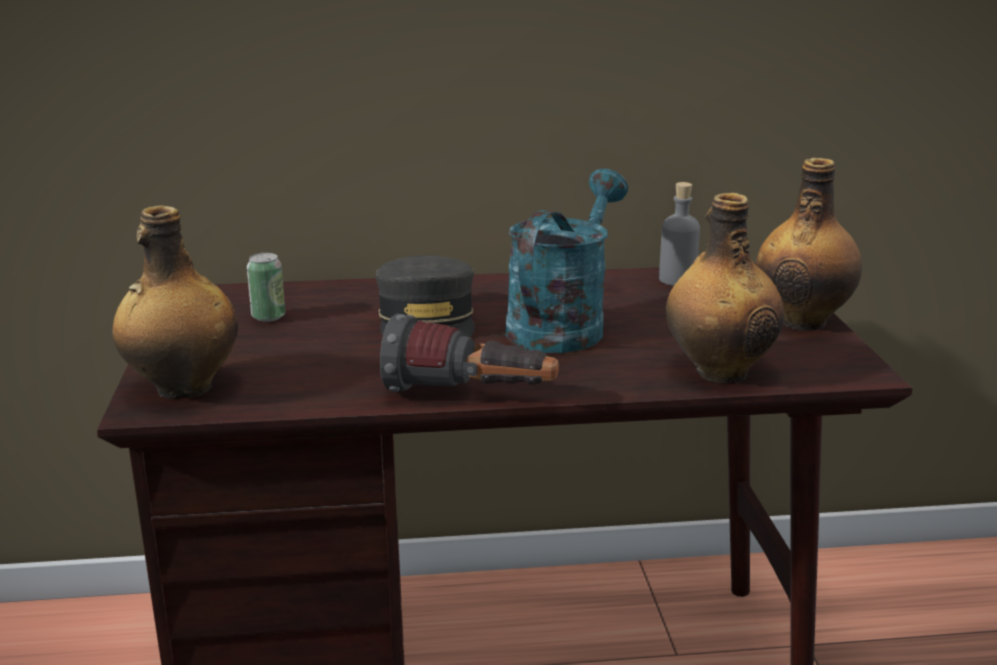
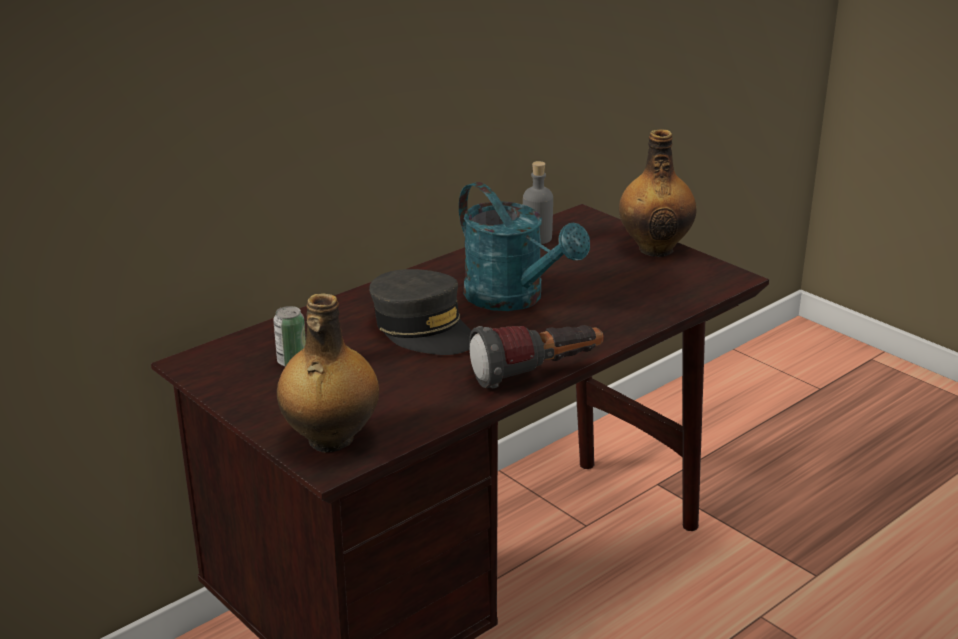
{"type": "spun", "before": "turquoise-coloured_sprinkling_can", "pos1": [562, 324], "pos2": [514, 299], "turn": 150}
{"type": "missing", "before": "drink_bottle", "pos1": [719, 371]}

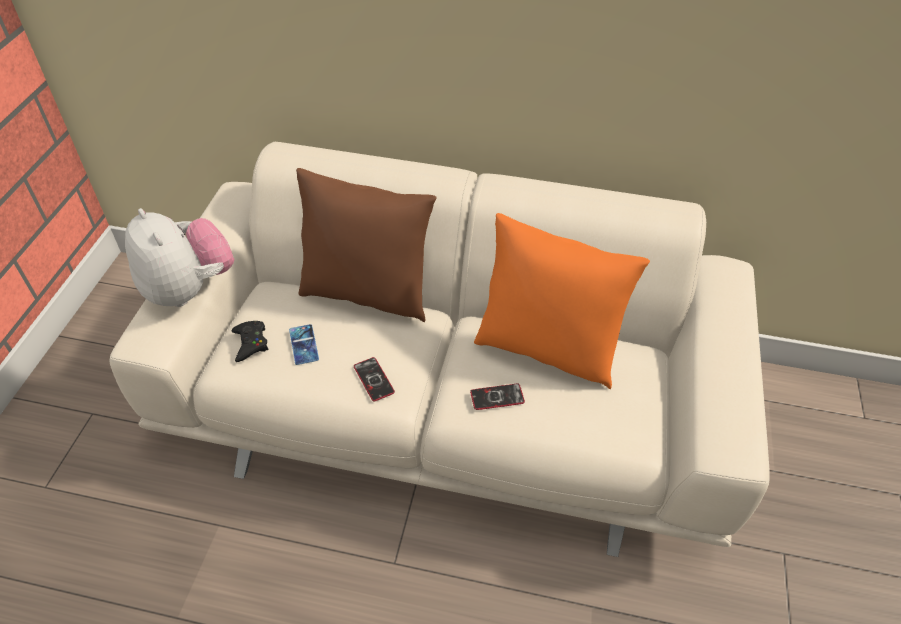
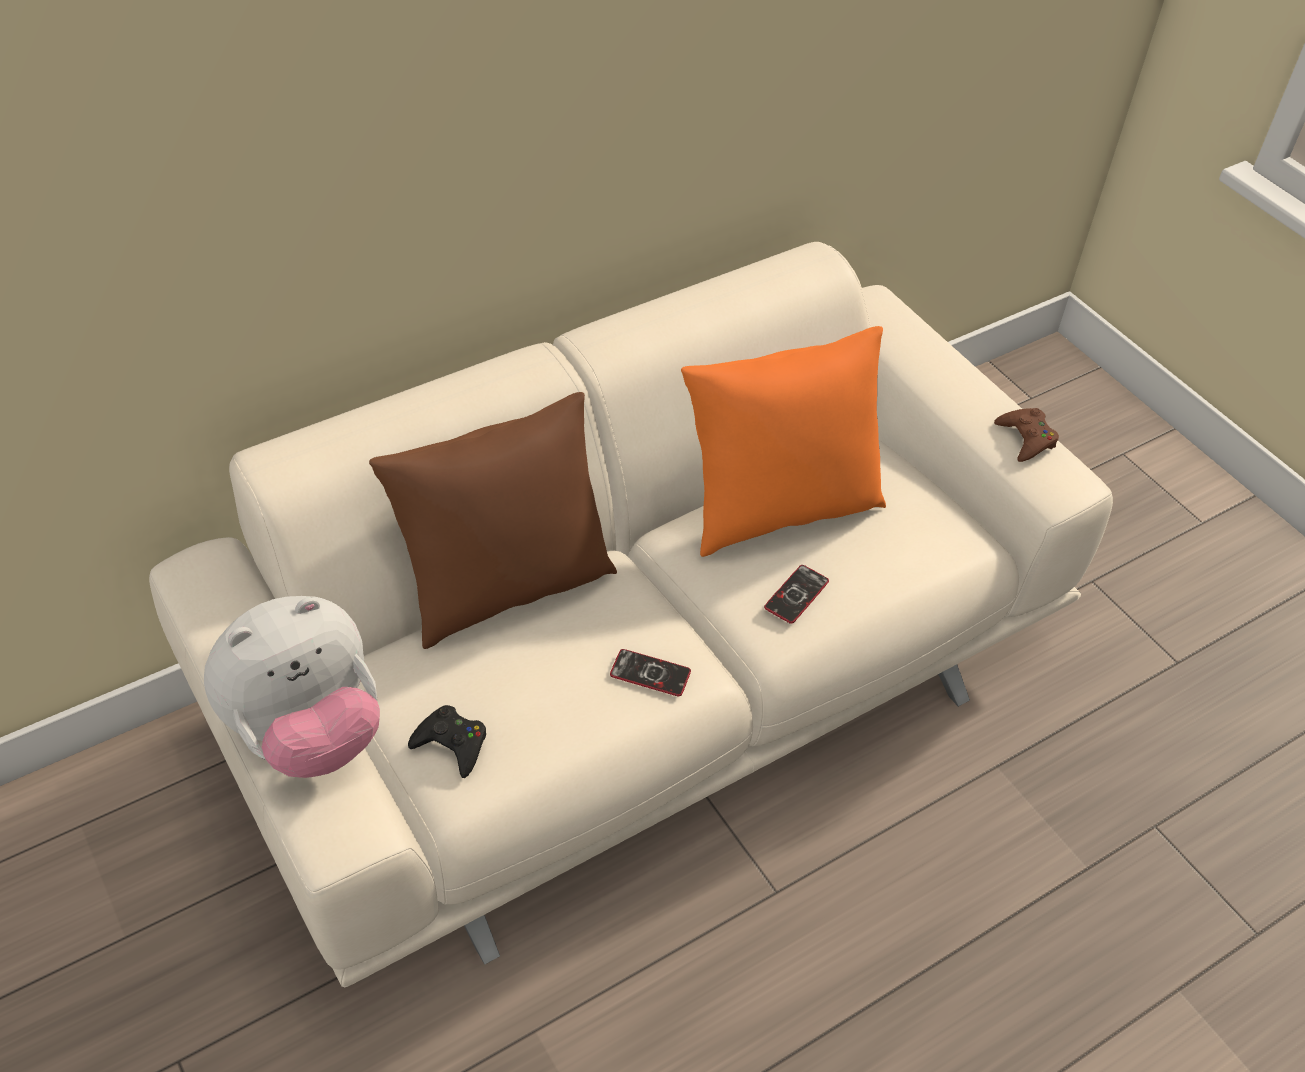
{"type": "spun", "before": "soft_toy", "pos1": [189, 289], "pos2": [308, 732], "turn": 135}
{"type": "missing", "before": "phone", "pos1": [304, 344]}
{"type": "appeared", "after": "brownish_game_controller", "pos2": [1026, 439]}

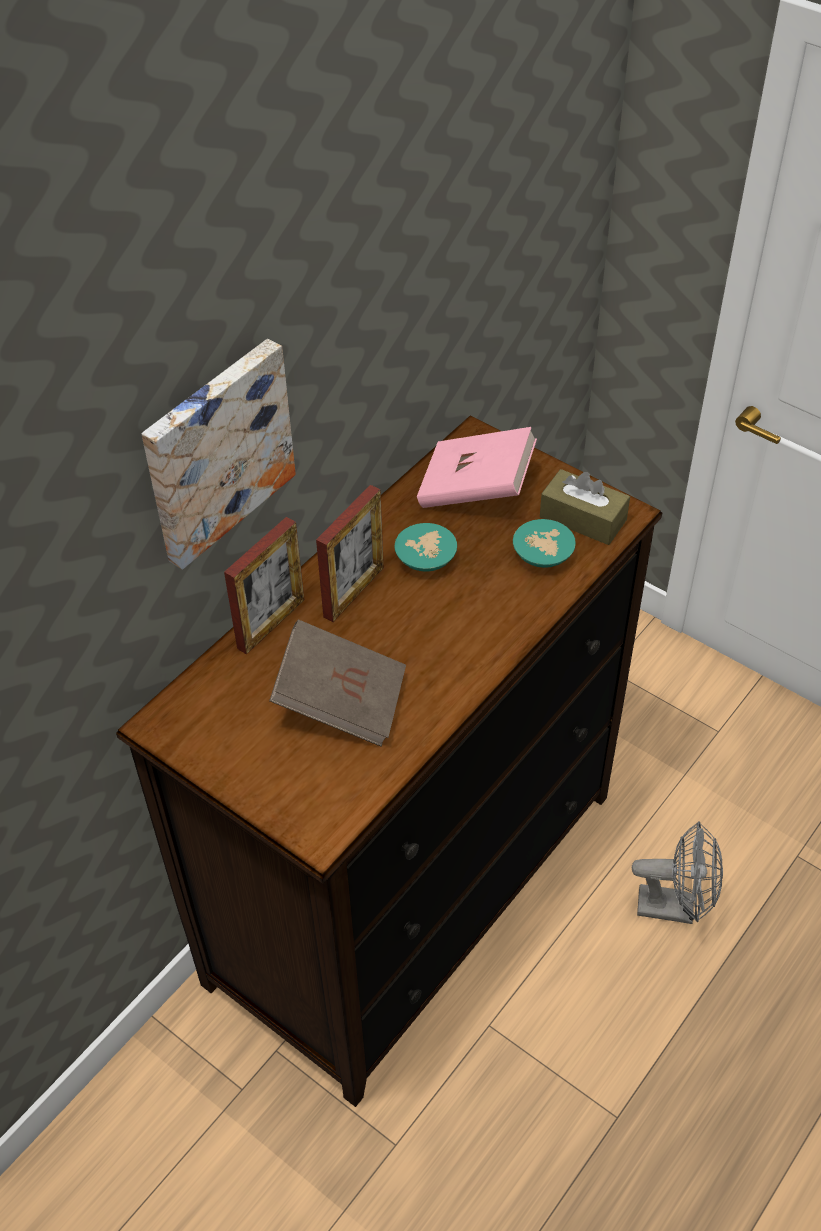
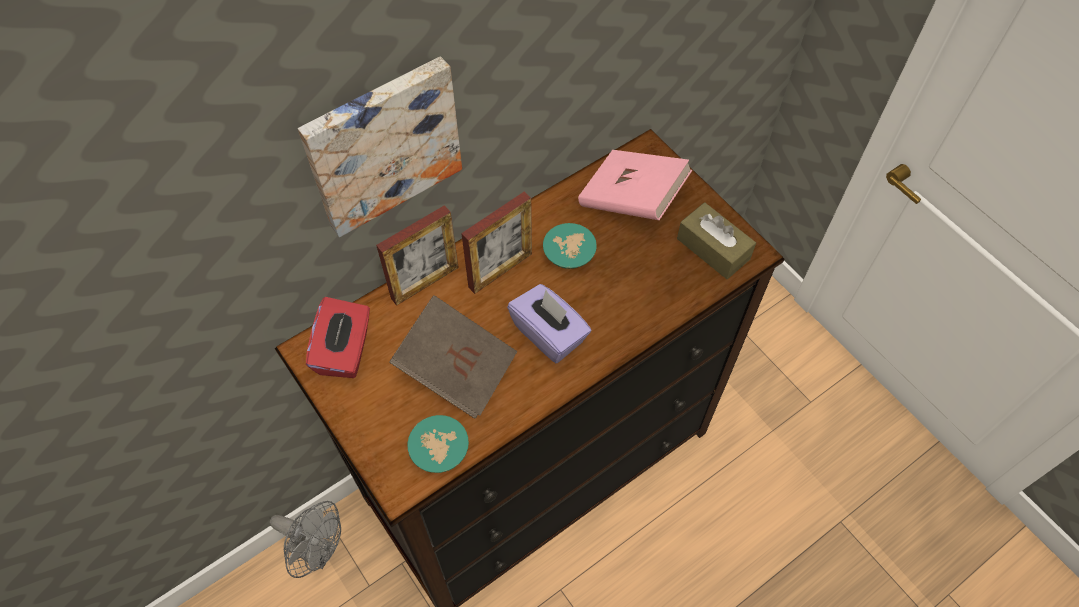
{"type": "relocated", "before": "turquoise-coloured_bowl", "pos1": [544, 556], "pos2": [439, 452]}
{"type": "relocated", "before": "greyish_fan", "pos1": [675, 907], "pos2": [318, 551]}
{"type": "appeared", "after": "purple_box_of_tissues", "pos2": [549, 334]}
{"type": "appeared", "after": "red_box_of_tissues", "pos2": [345, 351]}

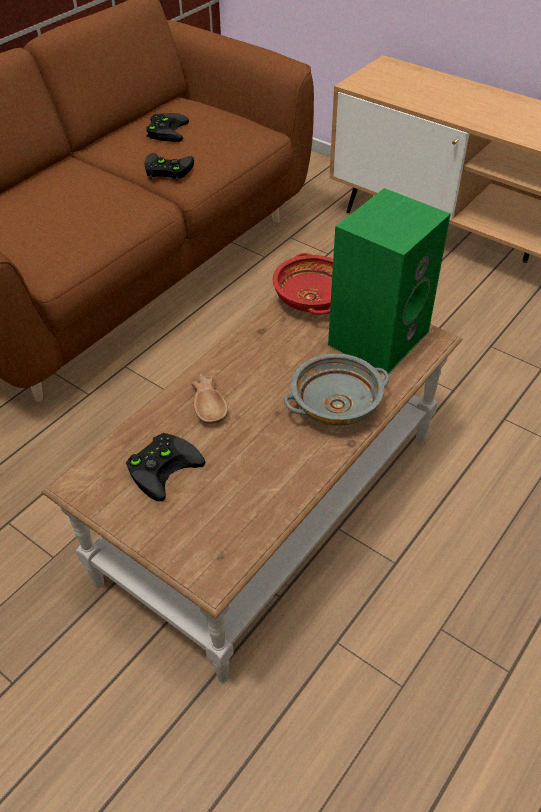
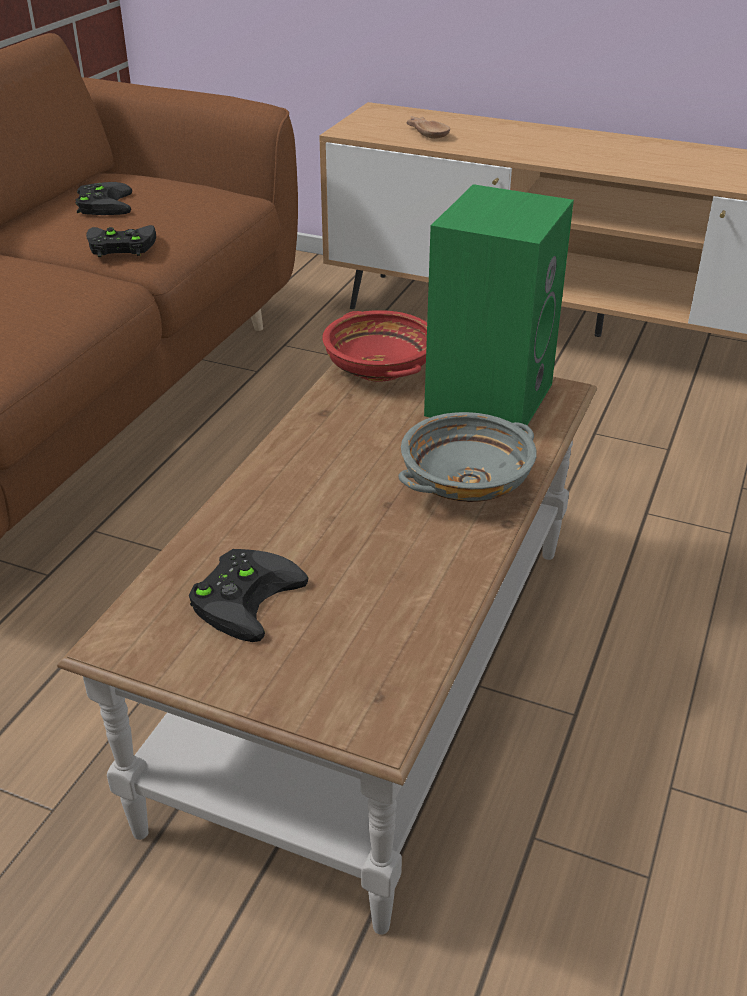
{"type": "relocated", "before": "brownish_bowl", "pos1": [209, 403], "pos2": [427, 132]}

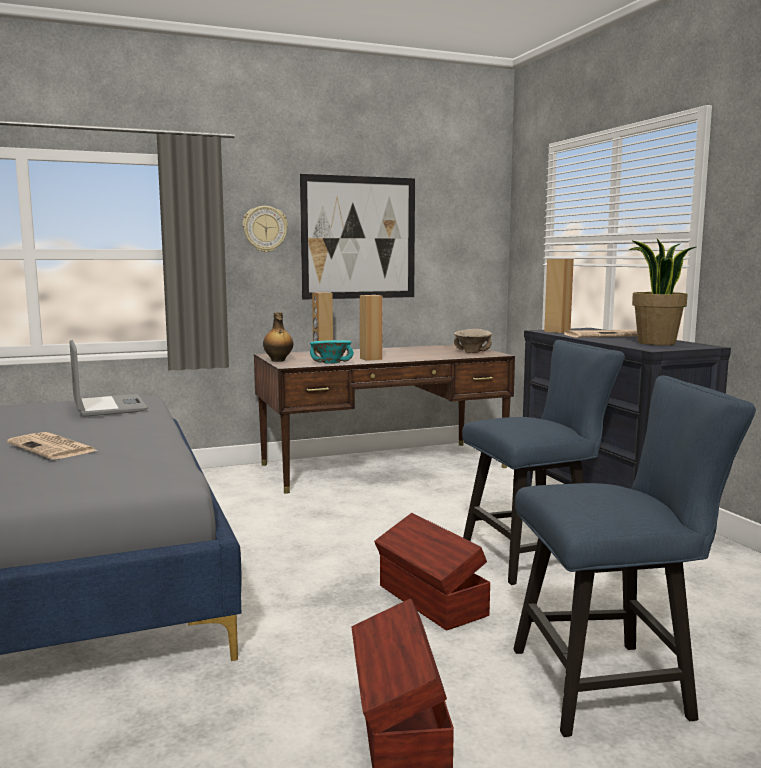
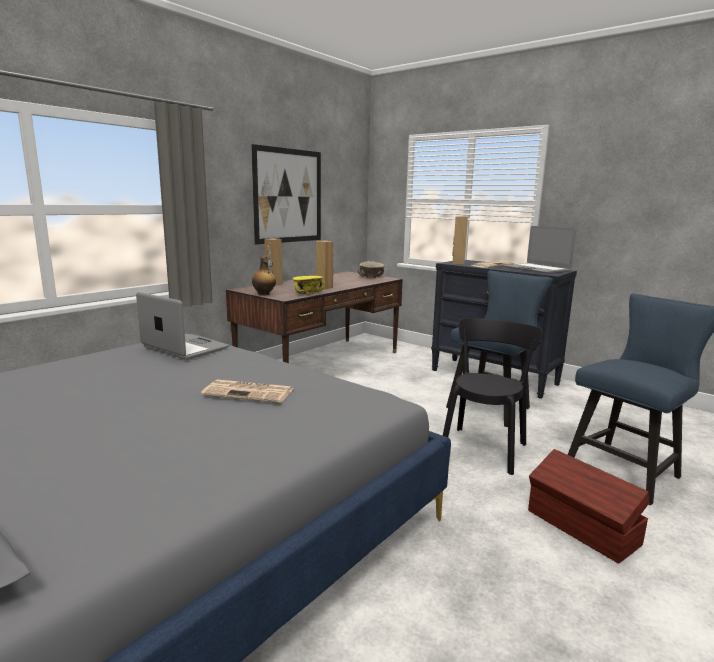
{"type": "missing", "before": "hanging_clock", "pos1": [265, 229]}
{"type": "exchanged", "before": "plant_in_a_pot", "after": "portable_computer", "pos1": [656, 343], "pos2": [536, 269]}
{"type": "colour", "before": "turquoise-coloured_bowl", "after": "yellow-coloured_bowl", "pos1": [331, 363], "pos2": [307, 293]}
{"type": "exchanged", "before": "brownish_storage_bin", "after": "black-coloured_chair", "pos1": [431, 601], "pos2": [484, 448]}

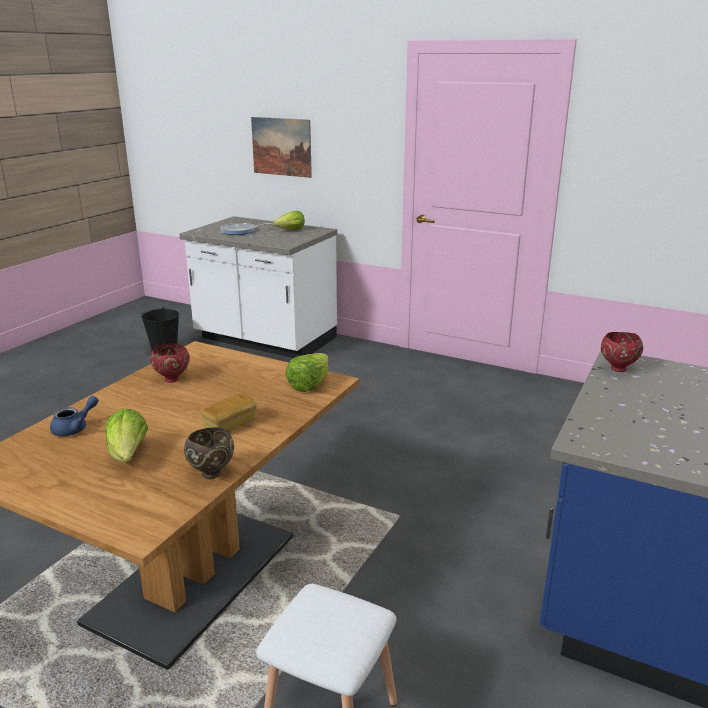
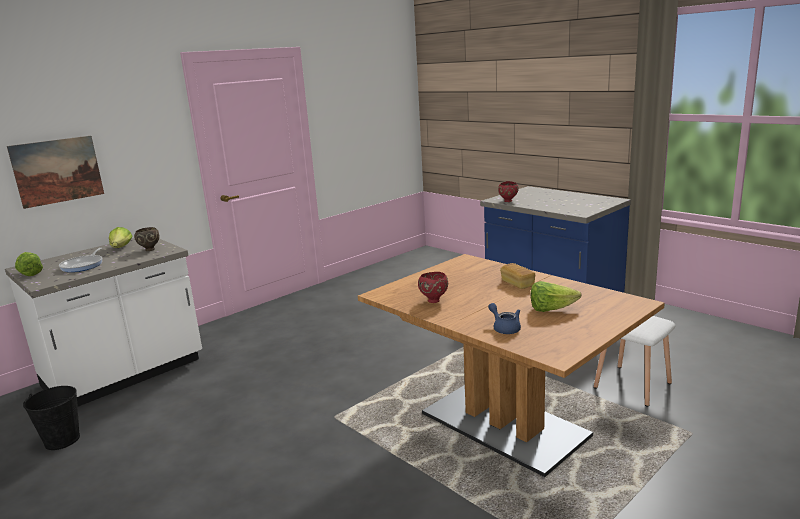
{"type": "relocated", "before": "lettuce_head", "pos1": [309, 385], "pos2": [29, 273]}
{"type": "relocated", "before": "brownish_bowl", "pos1": [212, 473], "pos2": [149, 249]}

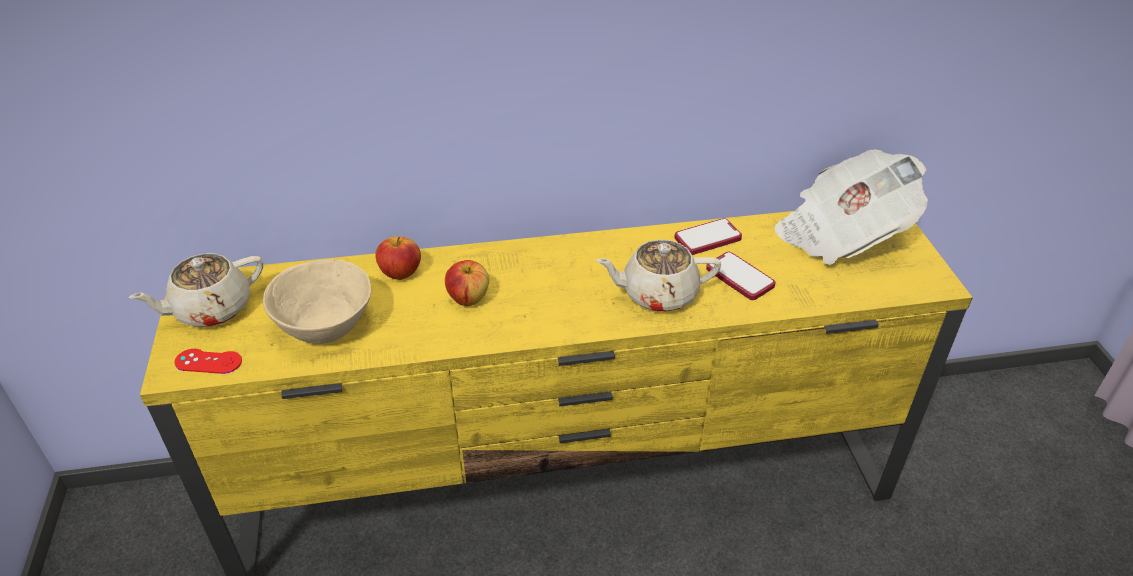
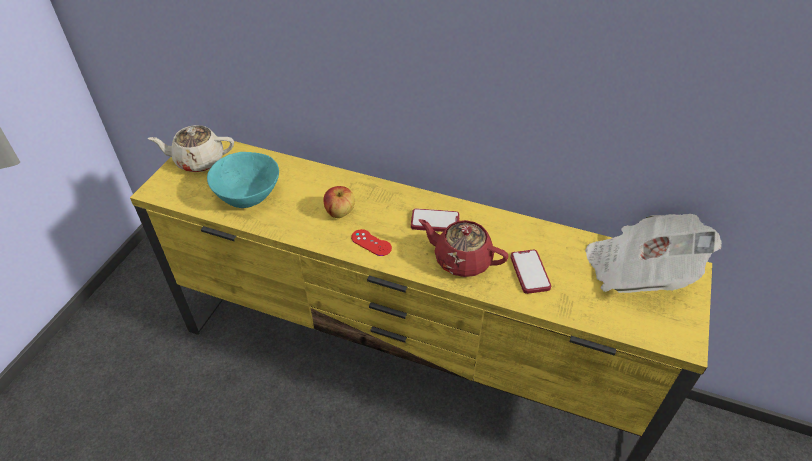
{"type": "relocated", "before": "phone", "pos1": [707, 238], "pos2": [435, 222]}
{"type": "missing", "before": "apple", "pos1": [400, 273]}
{"type": "colour", "before": "beige-coloured_teapot", "after": "red_teapot", "pos1": [657, 294], "pos2": [461, 260]}
{"type": "colour", "before": "beige-coloured_bowl", "after": "turquoise-coloured_bowl", "pos1": [326, 325], "pos2": [248, 196]}
{"type": "relocated", "before": "red_game_controller", "pos1": [208, 361], "pos2": [371, 243]}

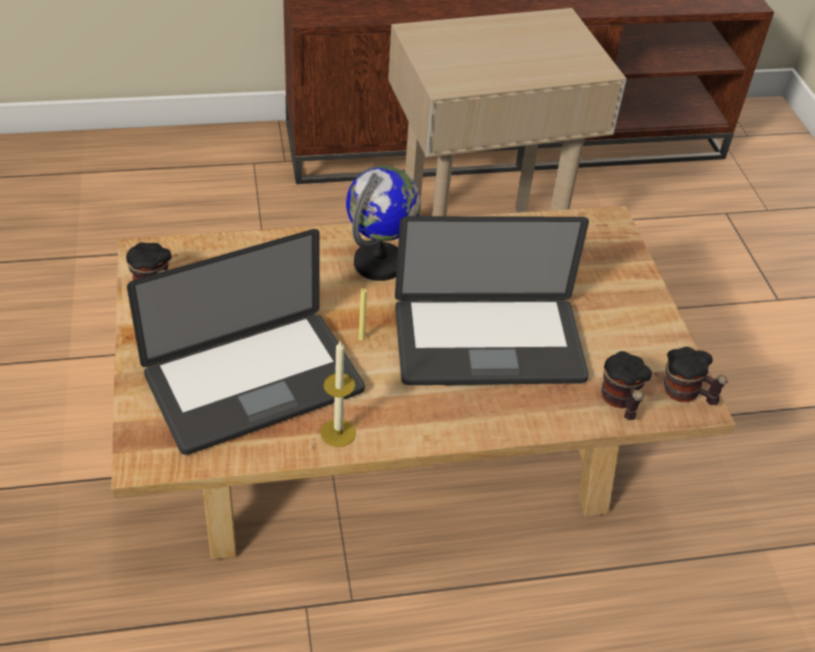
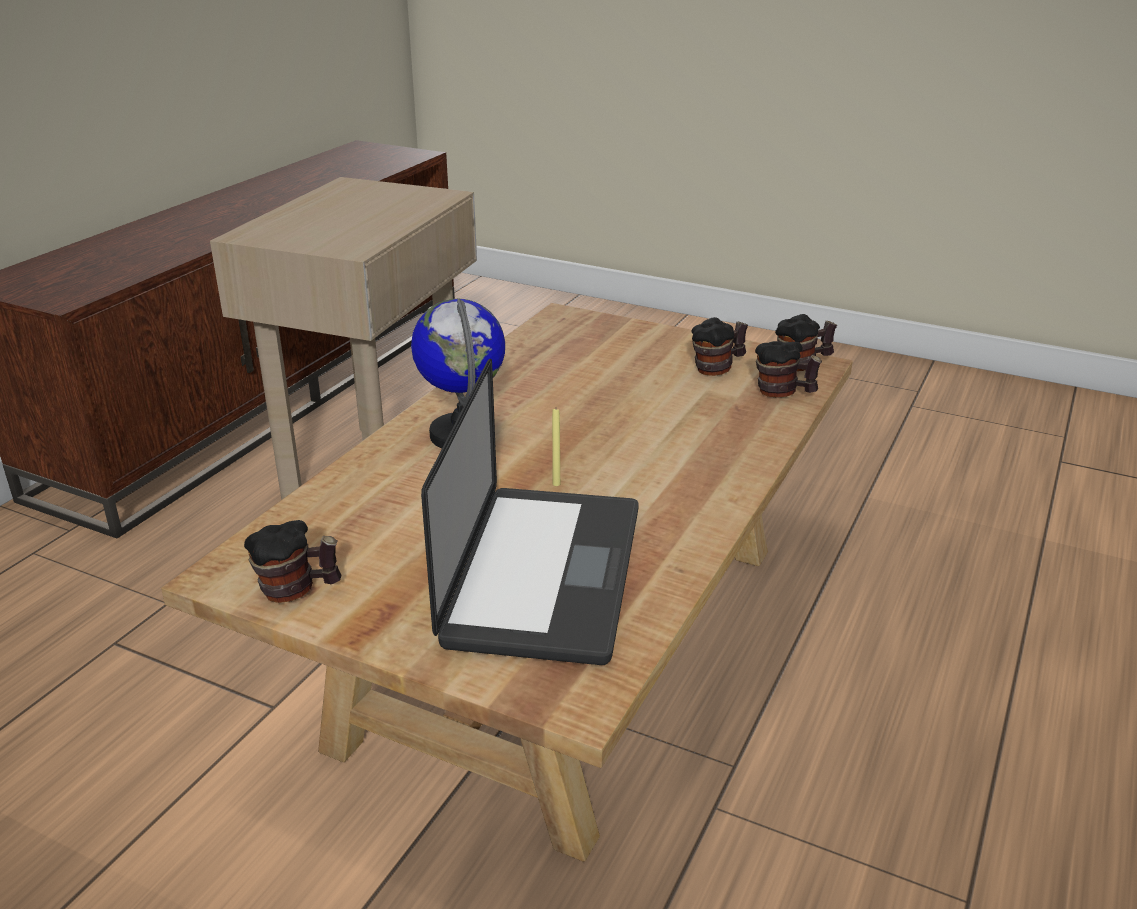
{"type": "missing", "before": "portable_computer", "pos1": [488, 344]}
{"type": "missing", "before": "wax_candle", "pos1": [338, 433]}
{"type": "appeared", "after": "tea_mug", "pos2": [718, 368]}

